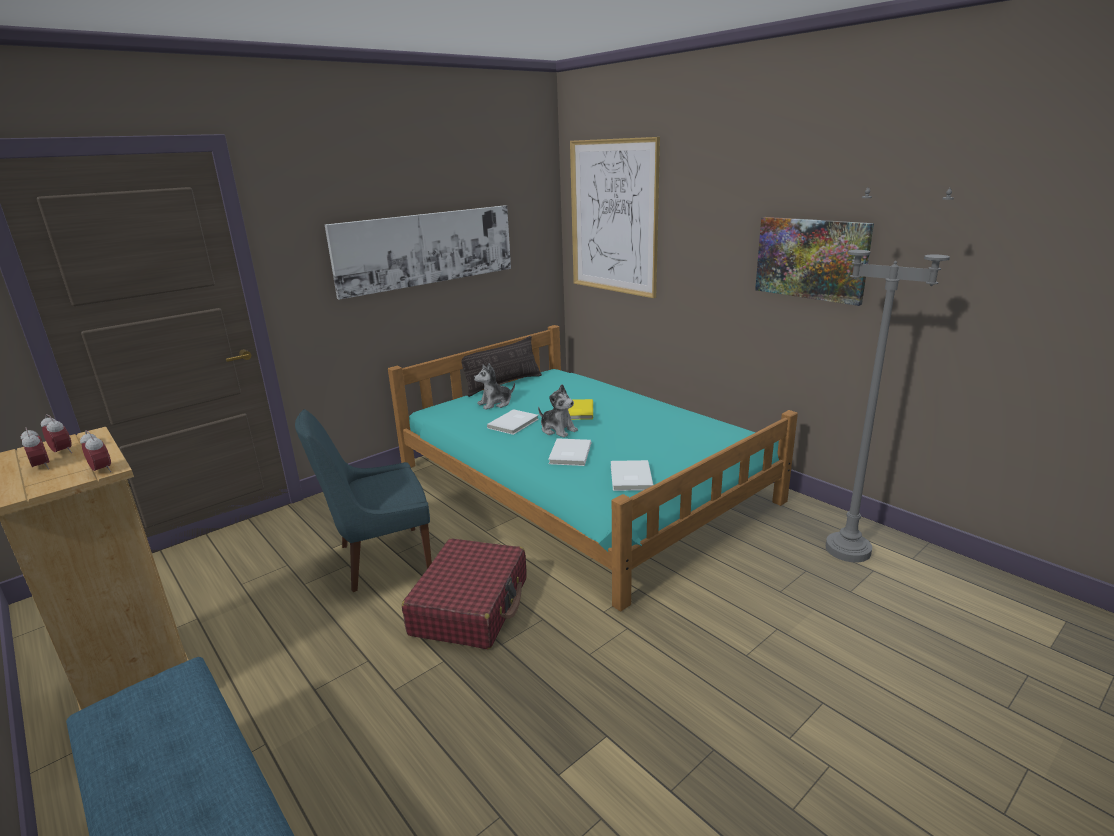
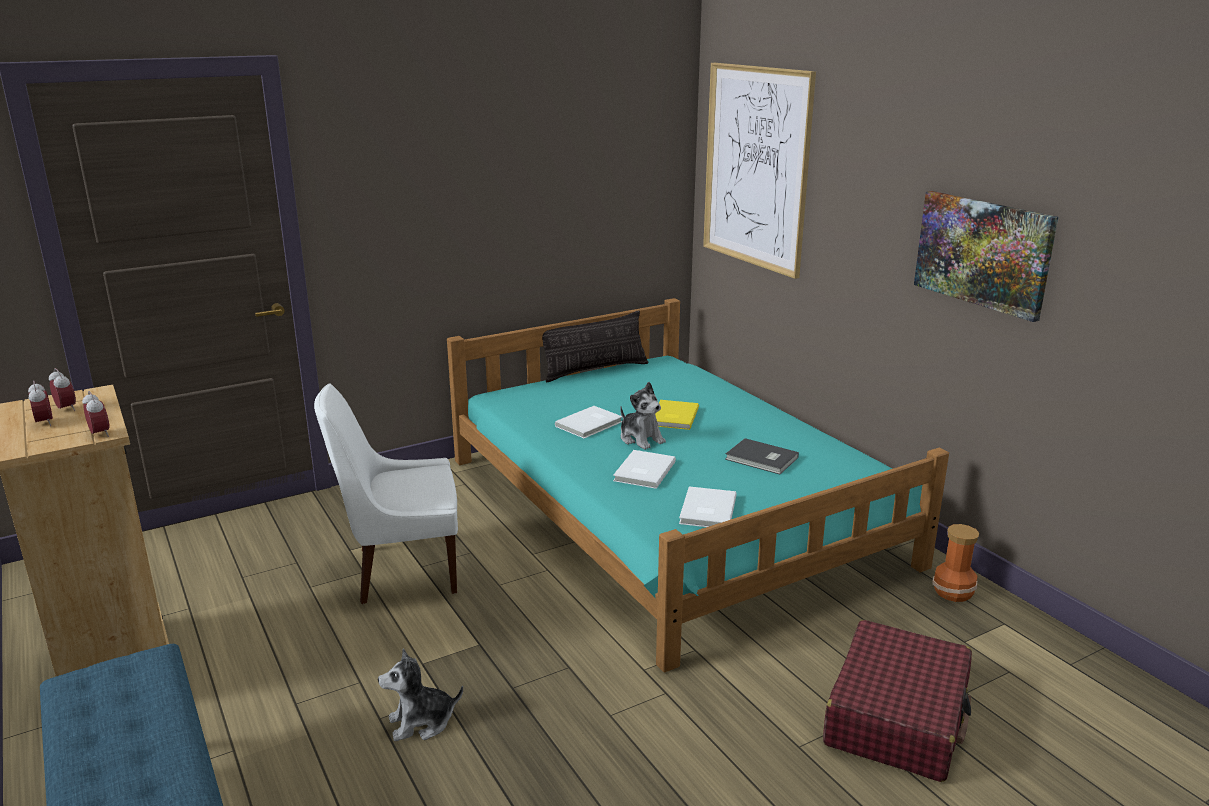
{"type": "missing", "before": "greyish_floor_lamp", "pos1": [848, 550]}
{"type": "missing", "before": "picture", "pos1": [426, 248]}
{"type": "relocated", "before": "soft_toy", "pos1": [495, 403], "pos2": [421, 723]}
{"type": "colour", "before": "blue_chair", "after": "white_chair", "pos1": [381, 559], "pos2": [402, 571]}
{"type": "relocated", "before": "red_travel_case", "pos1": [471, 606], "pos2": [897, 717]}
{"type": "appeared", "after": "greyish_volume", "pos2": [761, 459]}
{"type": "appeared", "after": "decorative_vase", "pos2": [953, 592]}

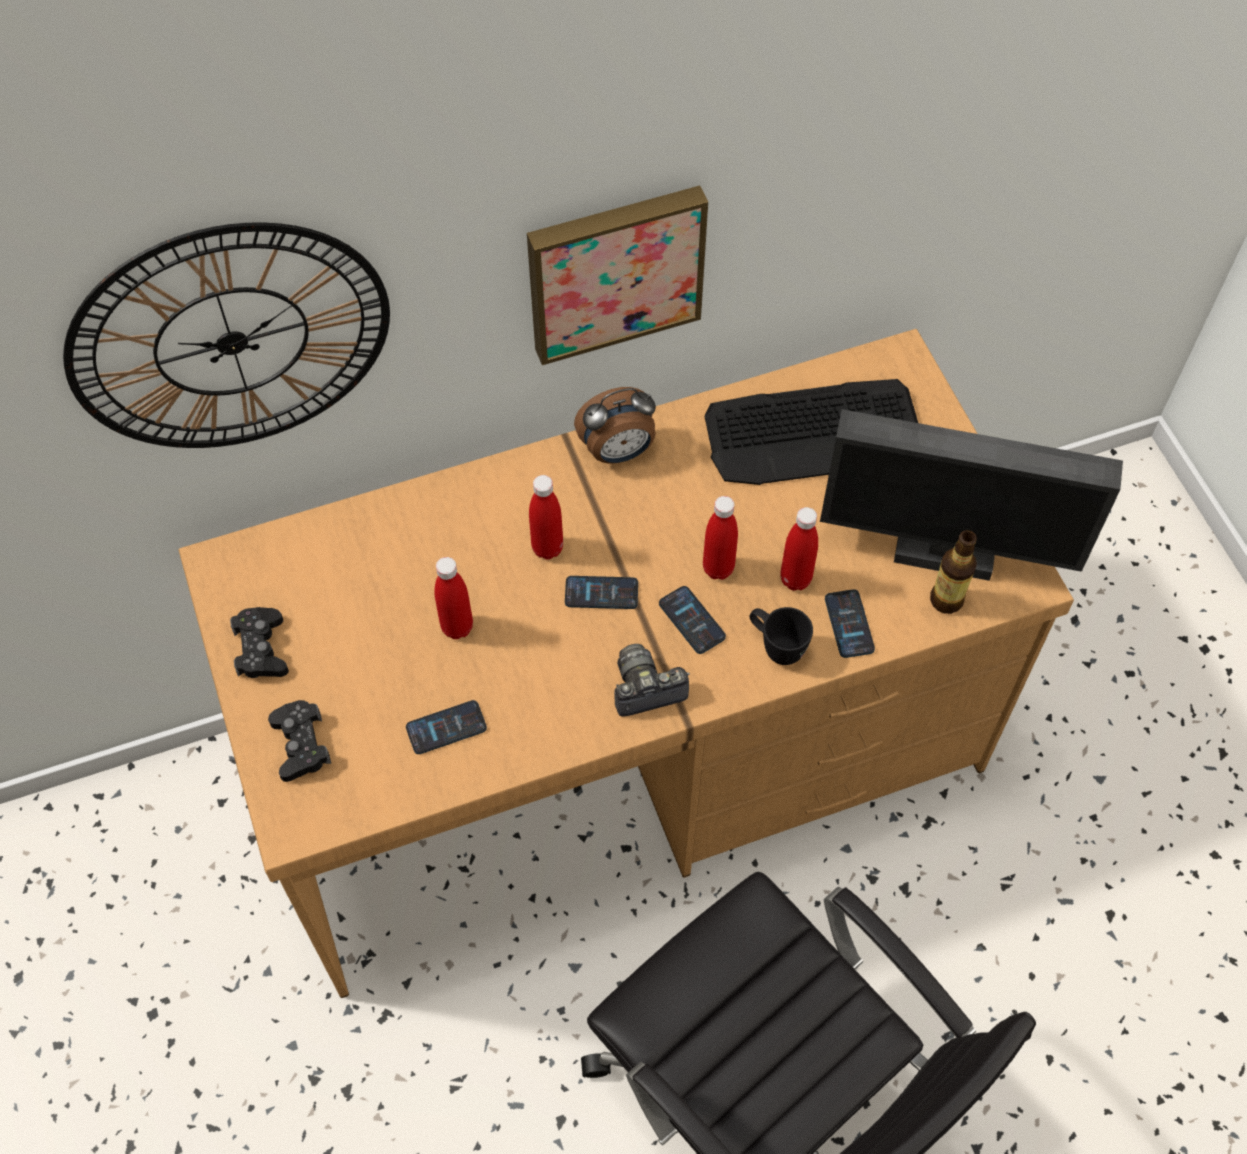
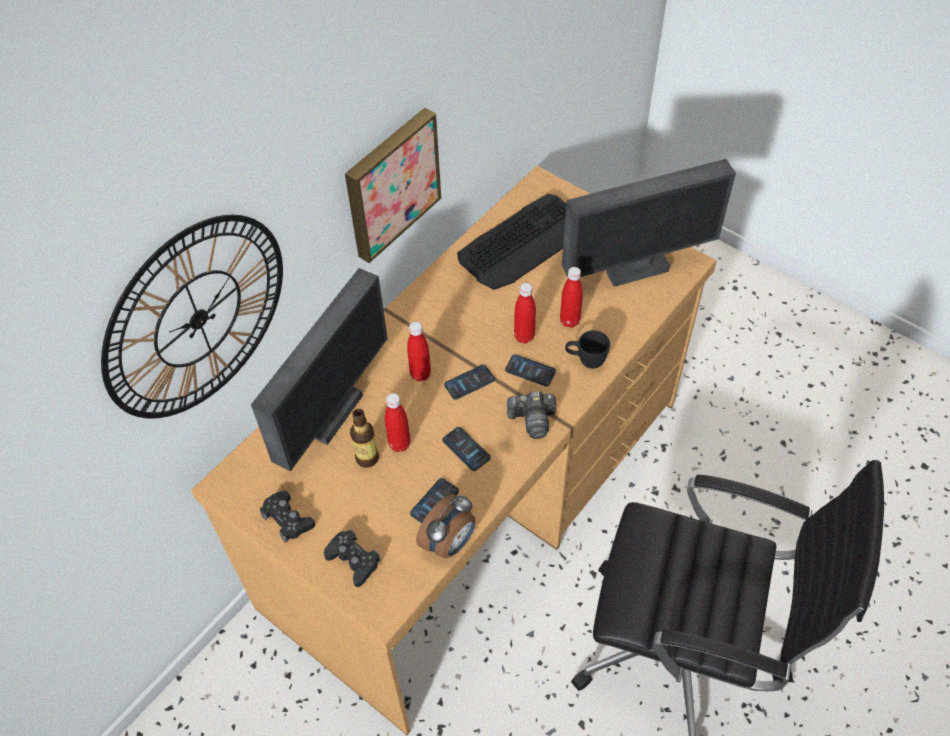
{"type": "relocated", "before": "alarm_clock", "pos1": [618, 452], "pos2": [449, 542]}
{"type": "relocated", "before": "drink_bottle", "pos1": [946, 600], "pos2": [367, 458]}
{"type": "relocated", "before": "phone", "pos1": [849, 624], "pos2": [466, 449]}
{"type": "spun", "before": "still_camera", "pos1": [646, 689], "pos2": [532, 420], "turn": -135}
{"type": "appeared", "after": "monitor", "pos2": [333, 414]}

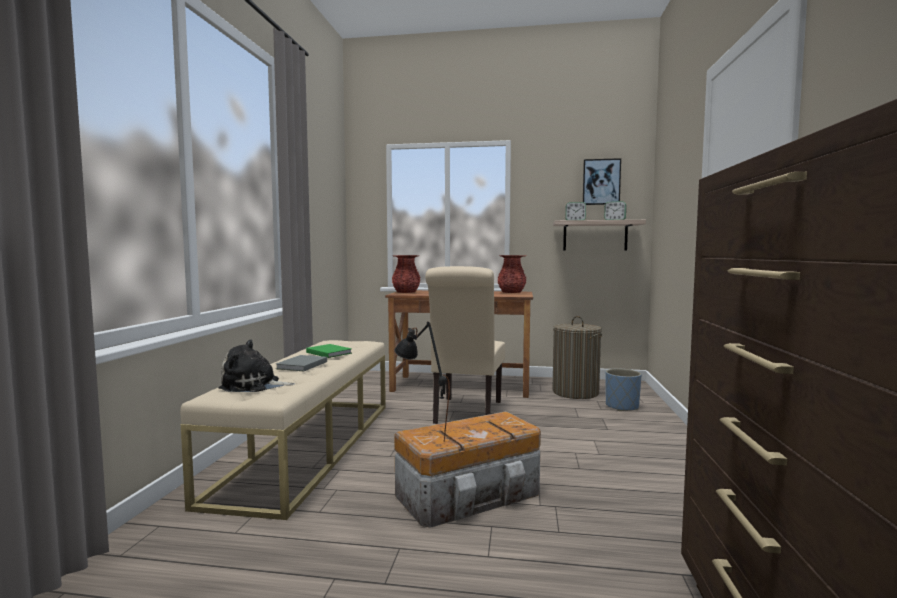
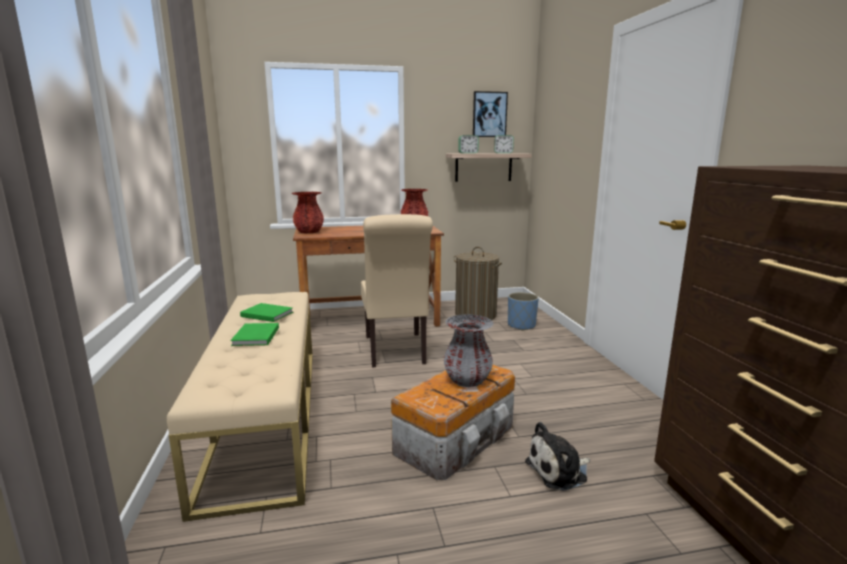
{"type": "missing", "before": "black-coloured_lamp_for_a_table", "pos1": [421, 436]}
{"type": "relocated", "before": "soft_toy", "pos1": [253, 386], "pos2": [559, 471]}
{"type": "colour", "before": "greyish_volume", "after": "green_volume", "pos1": [300, 365], "pos2": [255, 337]}
{"type": "appeared", "after": "greyish_decorative_vase", "pos2": [467, 380]}

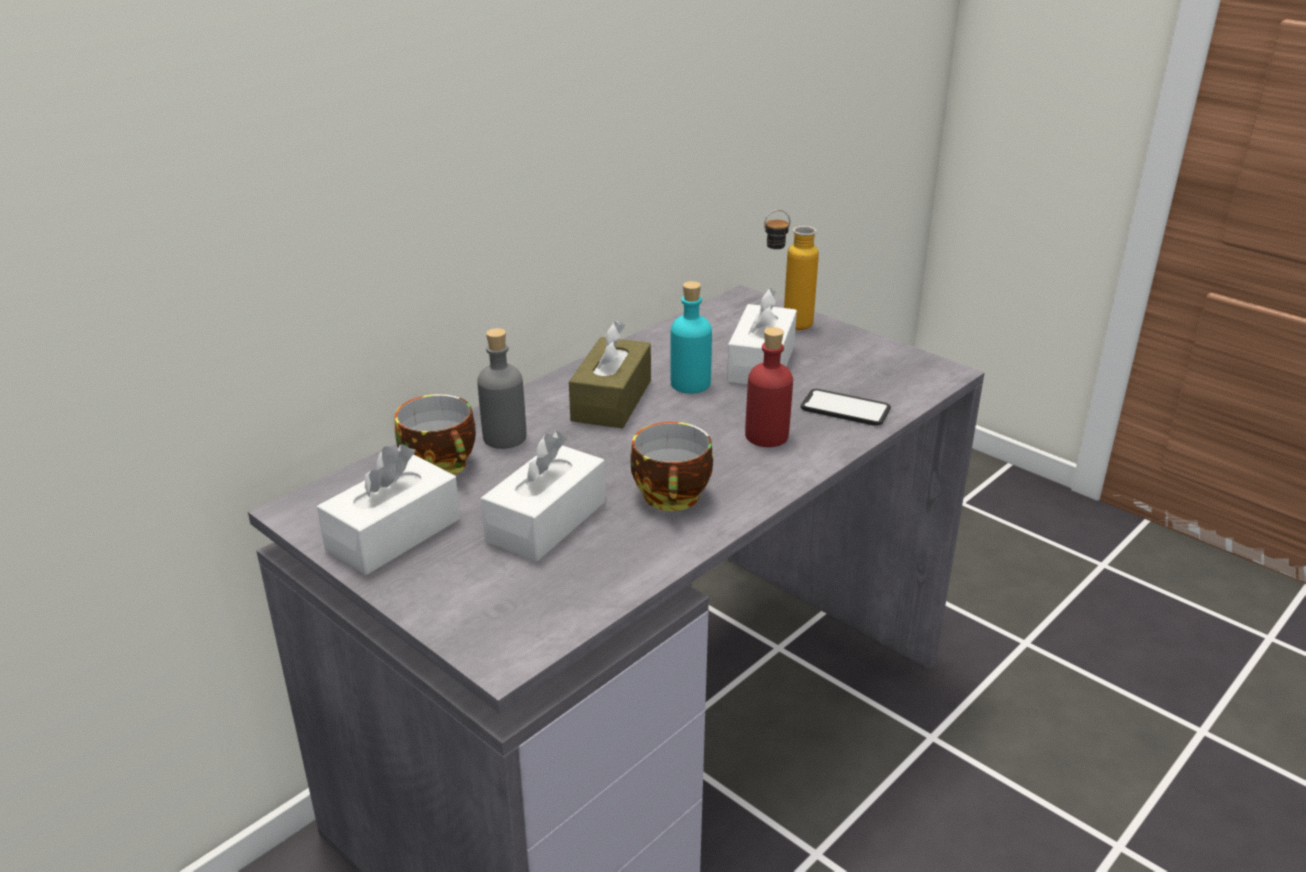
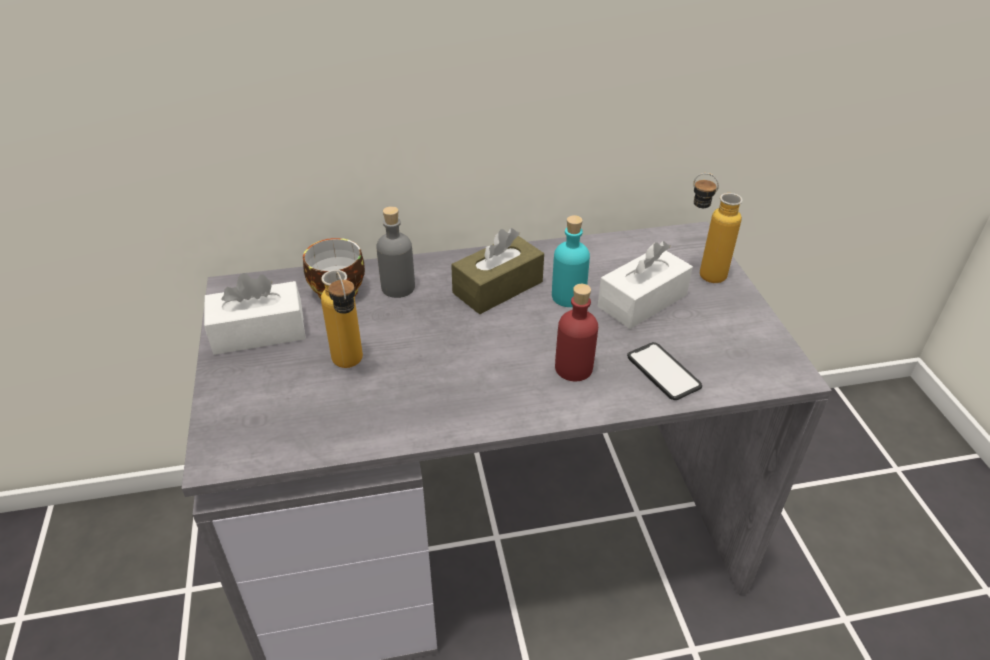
{"type": "missing", "before": "cup", "pos1": [673, 498]}
{"type": "exchanged", "before": "white_box_of_tissues", "after": "drink_bottle", "pos1": [546, 521], "pos2": [351, 367]}

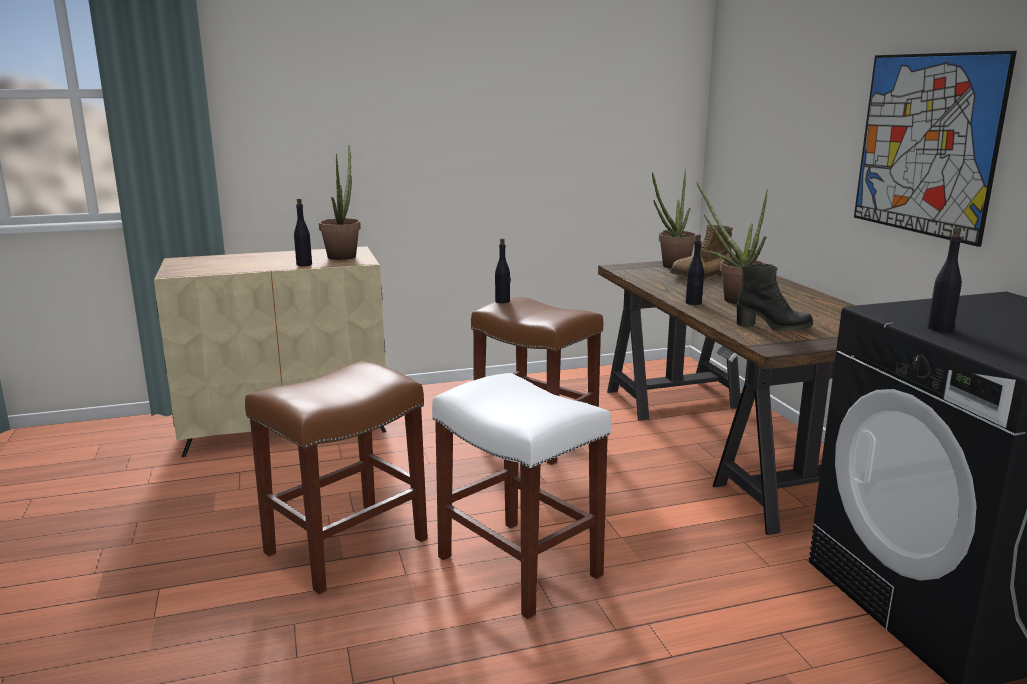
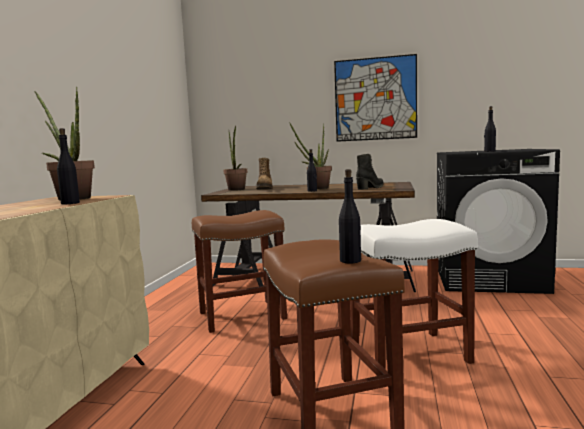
{"type": "relocated", "before": "black-coloured_drink_bottle", "pos1": [502, 301], "pos2": [350, 261]}

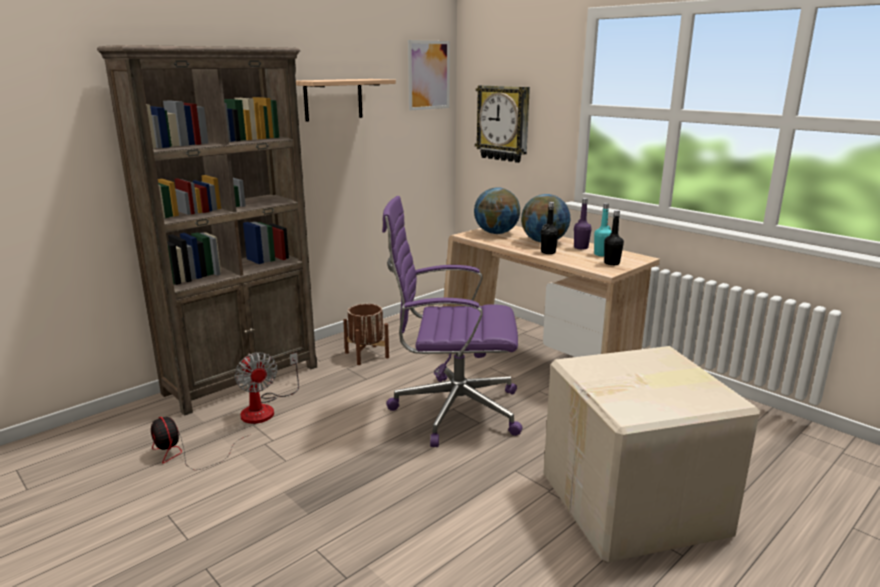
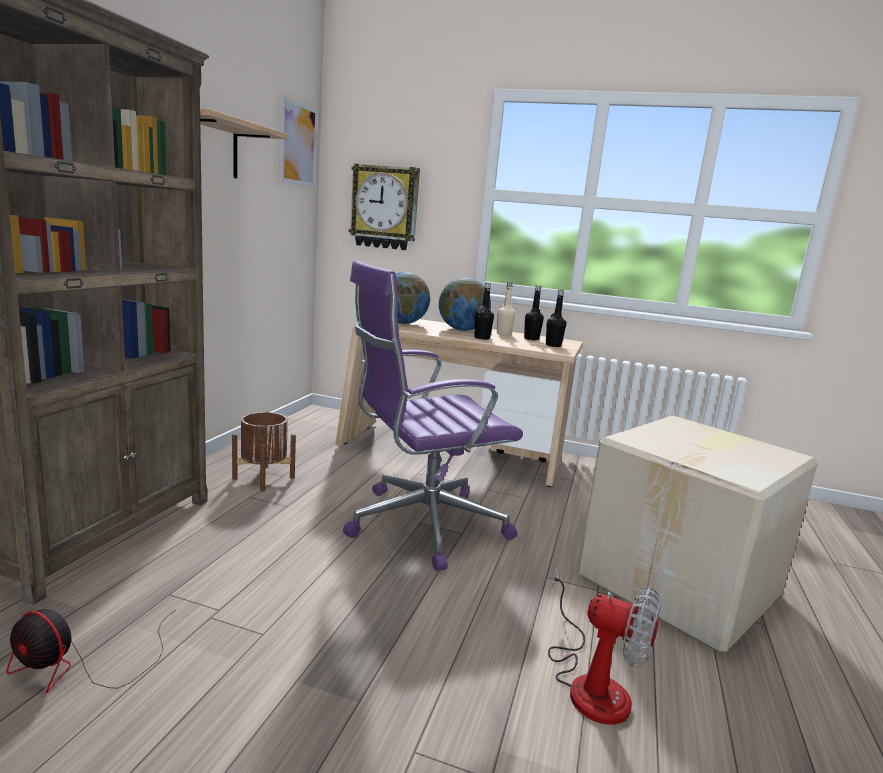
{"type": "colour", "before": "purple_drink_bottle", "after": "beige-coloured_drink_bottle", "pos1": [581, 247], "pos2": [503, 334]}
{"type": "colour", "before": "turquoise-coloured_drink_bottle", "after": "black-coloured_drink_bottle", "pos1": [601, 254], "pos2": [531, 339]}
{"type": "relocated", "before": "fan", "pos1": [265, 408], "pos2": [590, 682]}

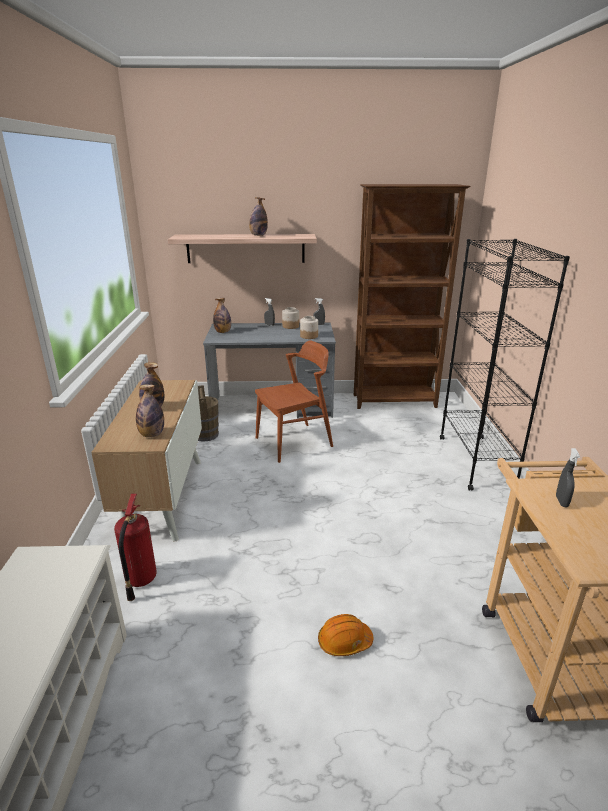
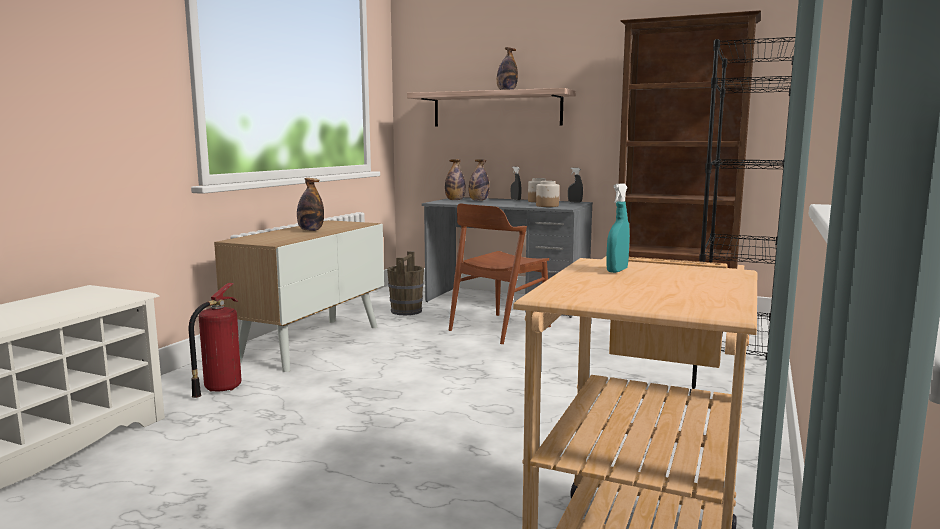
{"type": "spun", "before": "brownish_chair", "pos1": [294, 442], "pos2": [499, 328], "turn": 135}
{"type": "relocated", "before": "drink_bottle", "pos1": [152, 435], "pos2": [478, 200]}
{"type": "colour", "before": "greyish_hand_sprayer", "after": "turquoise-coloured_hand_sprayer", "pos1": [561, 501], "pos2": [617, 271]}
{"type": "missing", "before": "orange_work_helmet", "pos1": [344, 642]}

